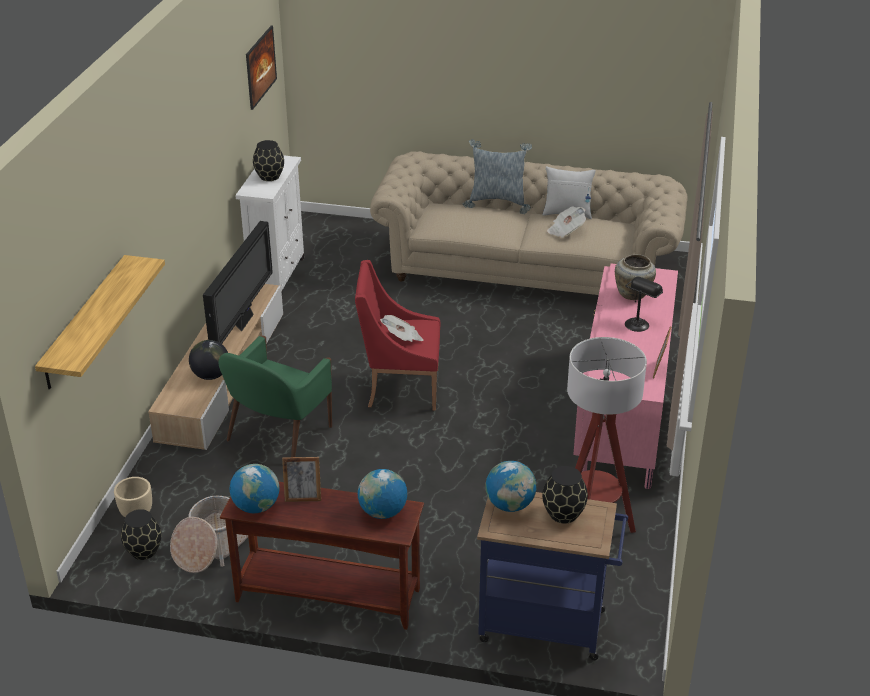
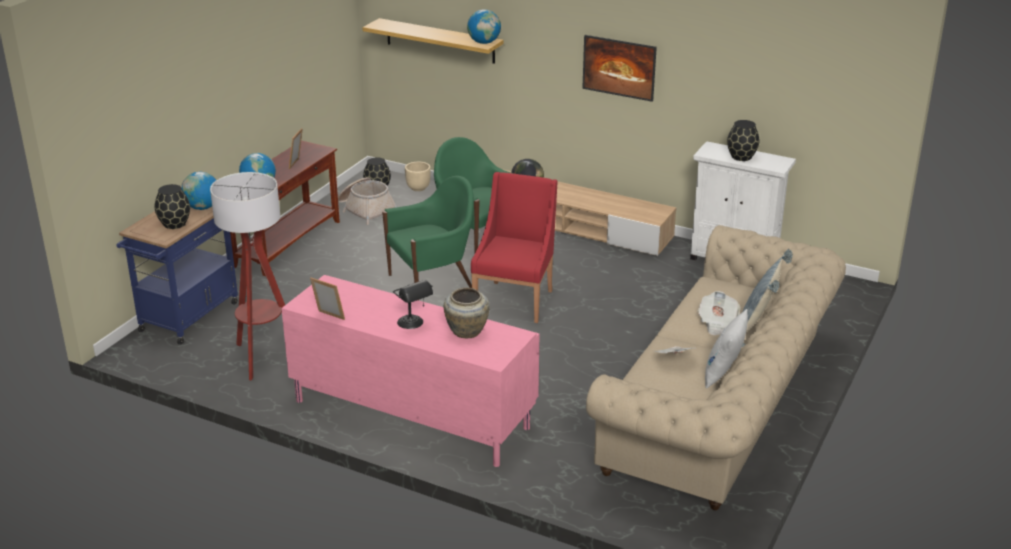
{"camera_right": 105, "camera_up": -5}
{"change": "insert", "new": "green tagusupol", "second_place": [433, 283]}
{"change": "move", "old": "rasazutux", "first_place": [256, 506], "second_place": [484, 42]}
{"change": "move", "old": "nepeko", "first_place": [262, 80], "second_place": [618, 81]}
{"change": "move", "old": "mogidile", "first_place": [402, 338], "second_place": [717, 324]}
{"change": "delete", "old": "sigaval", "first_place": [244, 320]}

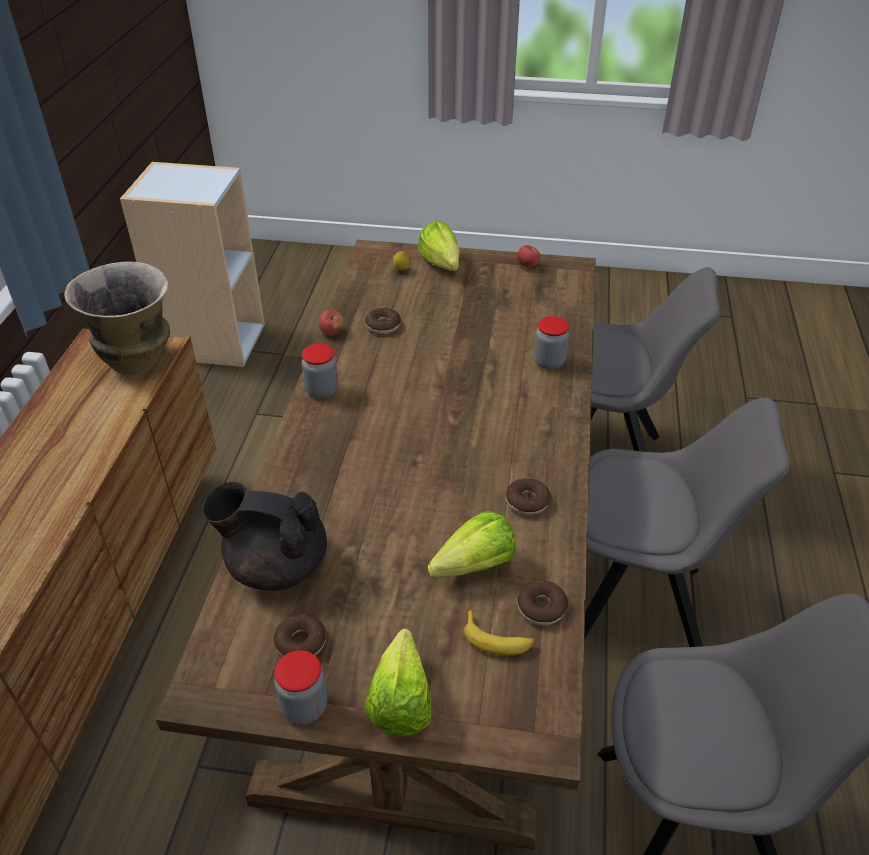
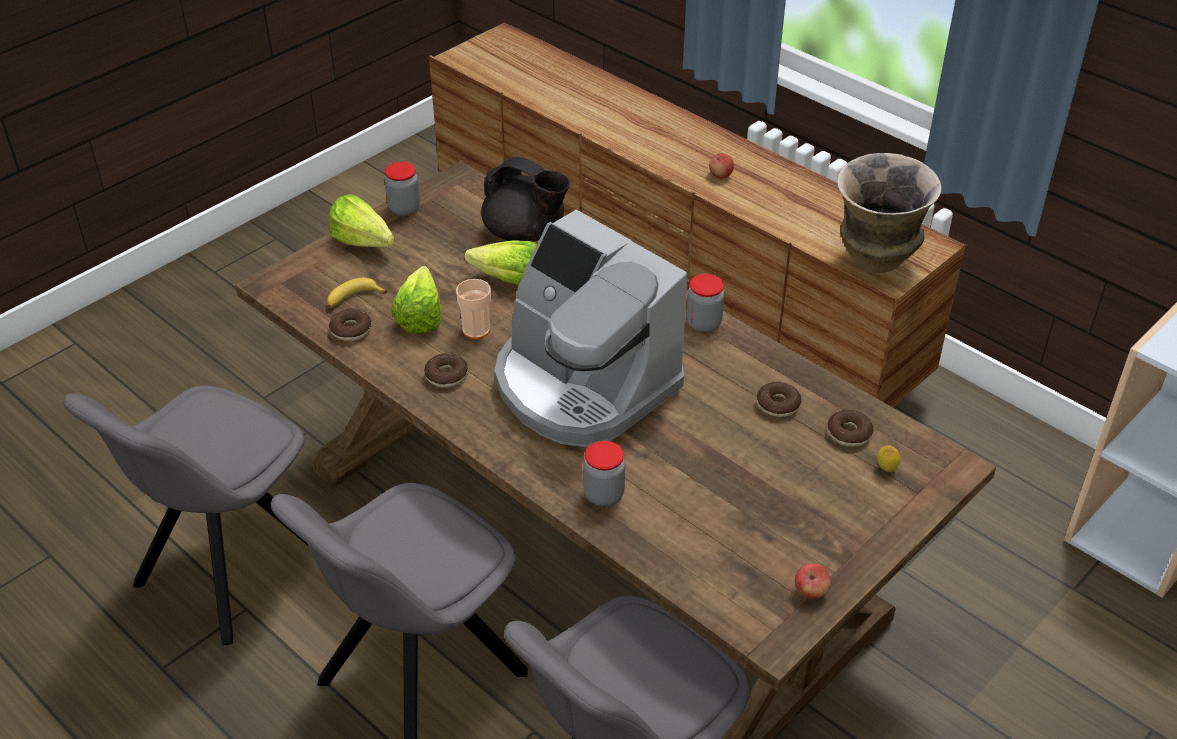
{"camera_right": 125, "camera_up": 0}
{"change": "insert", "new": "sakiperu", "second_place": [476, 330]}
{"change": "move", "old": "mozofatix", "first_place": [442, 267], "second_place": [504, 278]}
{"change": "rotate", "old": "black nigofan", "first_place": [276, 564], "second_place": [525, 233], "degrees": 75}
{"change": "insert", "new": "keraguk", "second_place": [582, 385]}
{"change": "move", "old": "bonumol", "first_place": [332, 332], "second_place": [720, 175]}
{"change": "move", "old": "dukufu", "first_place": [301, 642], "second_place": [849, 433]}

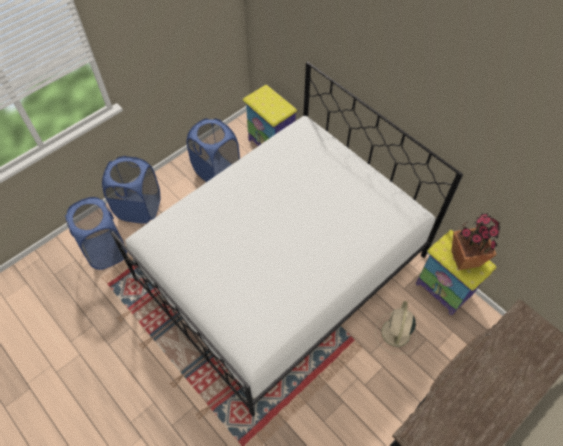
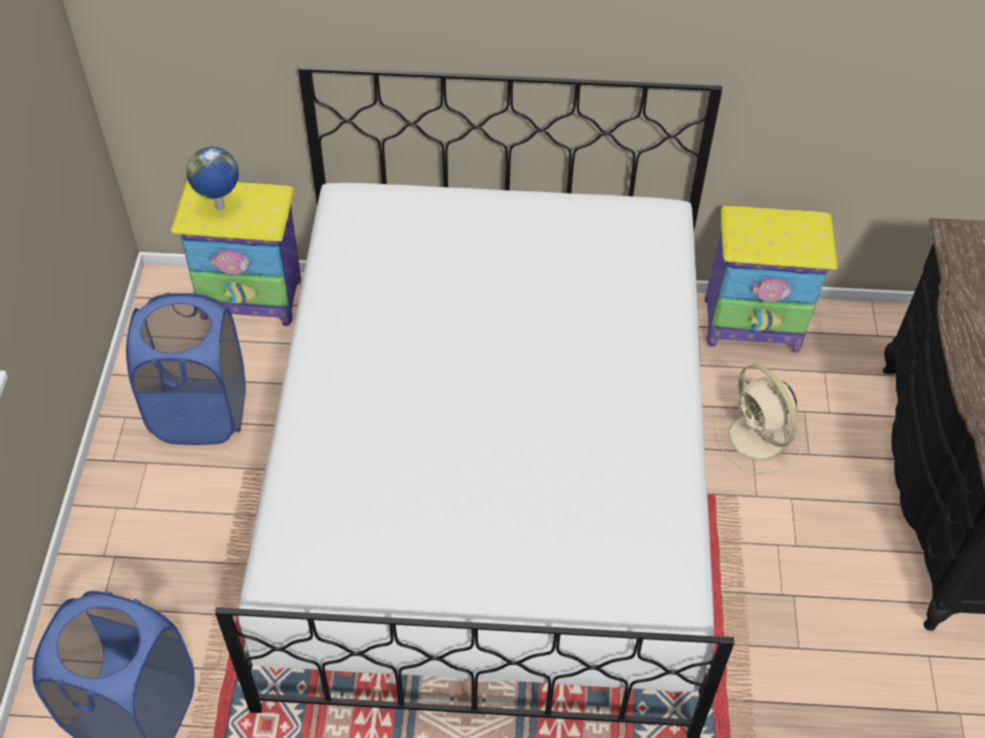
{"camera_right": -45, "camera_up": -5}
{"change": "insert", "new": "rasazutux", "second_place": [221, 208]}
{"change": "delete", "old": "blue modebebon", "first_place": [139, 208]}
{"change": "delete", "old": "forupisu", "first_place": [465, 258]}

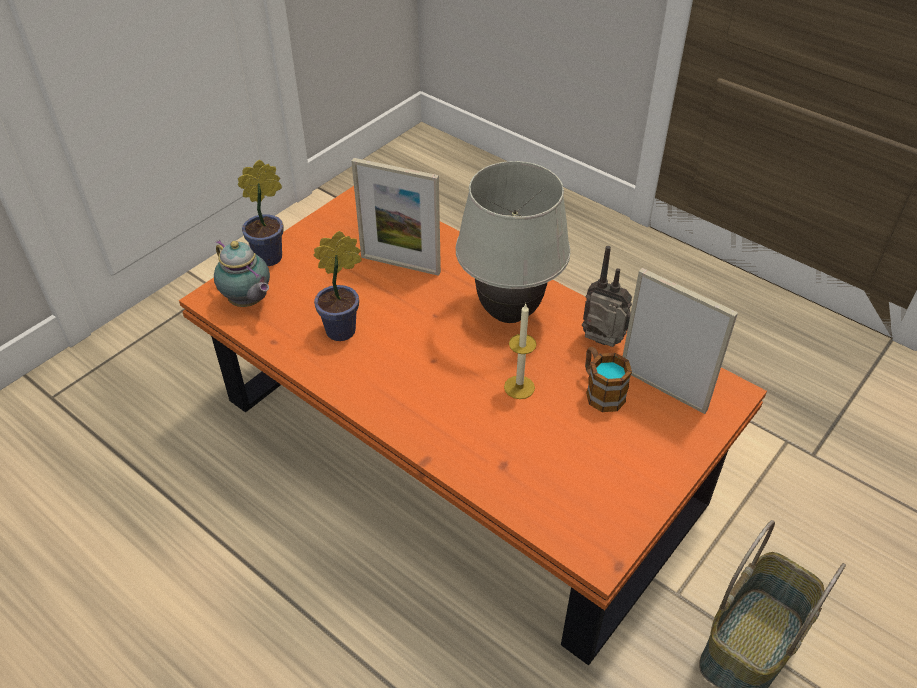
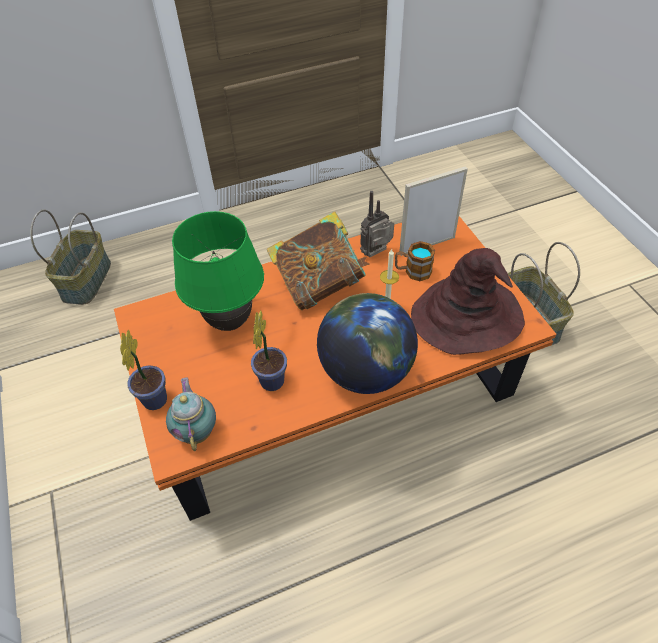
{"camera_right": -60, "camera_up": 5}
{"change": "insert", "new": "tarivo", "second_place": [86, 280]}
{"change": "rotate", "old": "nigofan", "first_place": [248, 302], "second_place": [197, 430], "degrees": -90}
{"change": "replace", "old": "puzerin", "new": "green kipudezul", "first_place": [400, 264], "second_place": [229, 321]}
{"change": "replace", "old": "white kipudezul", "new": "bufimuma", "first_place": [508, 313], "second_place": [319, 284]}
{"change": "insert", "new": "rasazutux", "second_place": [365, 371]}
{"change": "insert", "new": "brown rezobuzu", "second_place": [467, 317]}

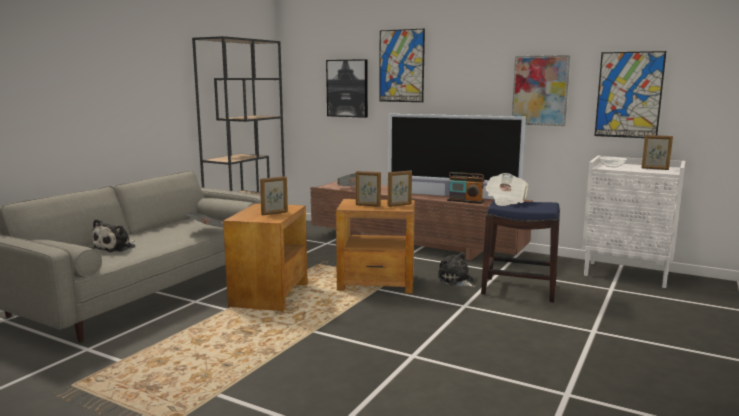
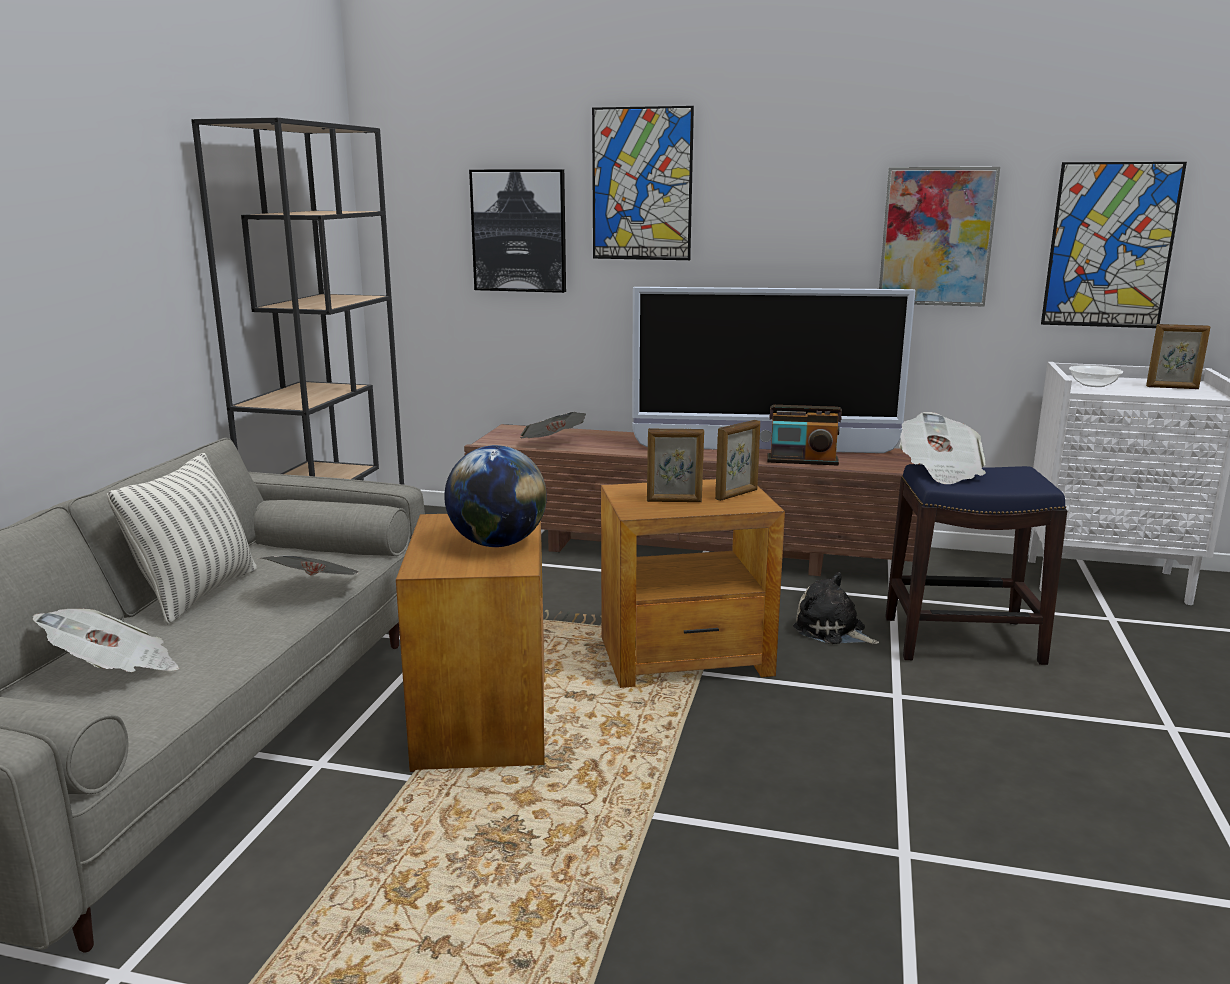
{"camera_right": -15, "camera_up": 5}
{"change": "replace", "old": "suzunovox", "new": "mogidile", "first_place": [116, 247], "second_place": [116, 671]}
{"change": "insert", "new": "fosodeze", "second_place": [198, 594]}
{"change": "replace", "old": "puzerin", "new": "rasazutux", "first_place": [274, 213], "second_place": [497, 544]}

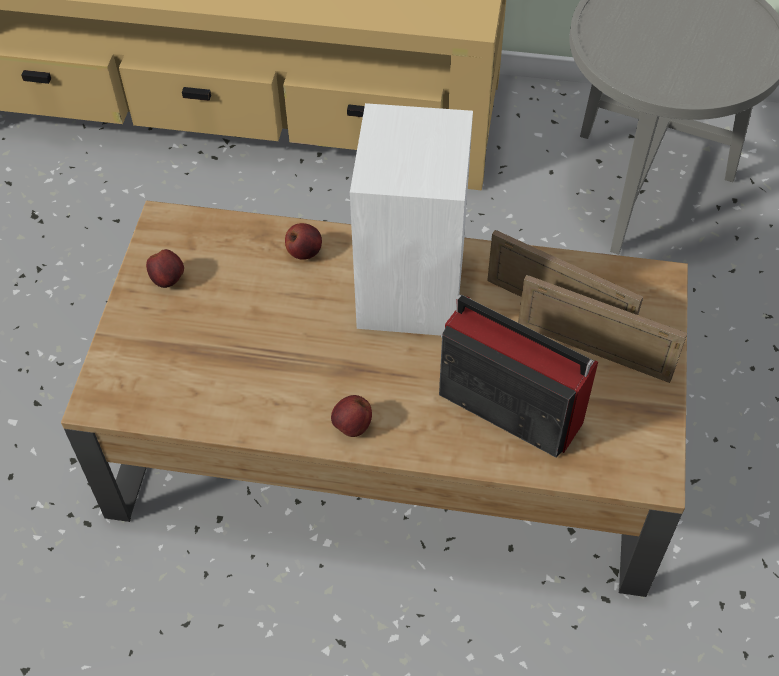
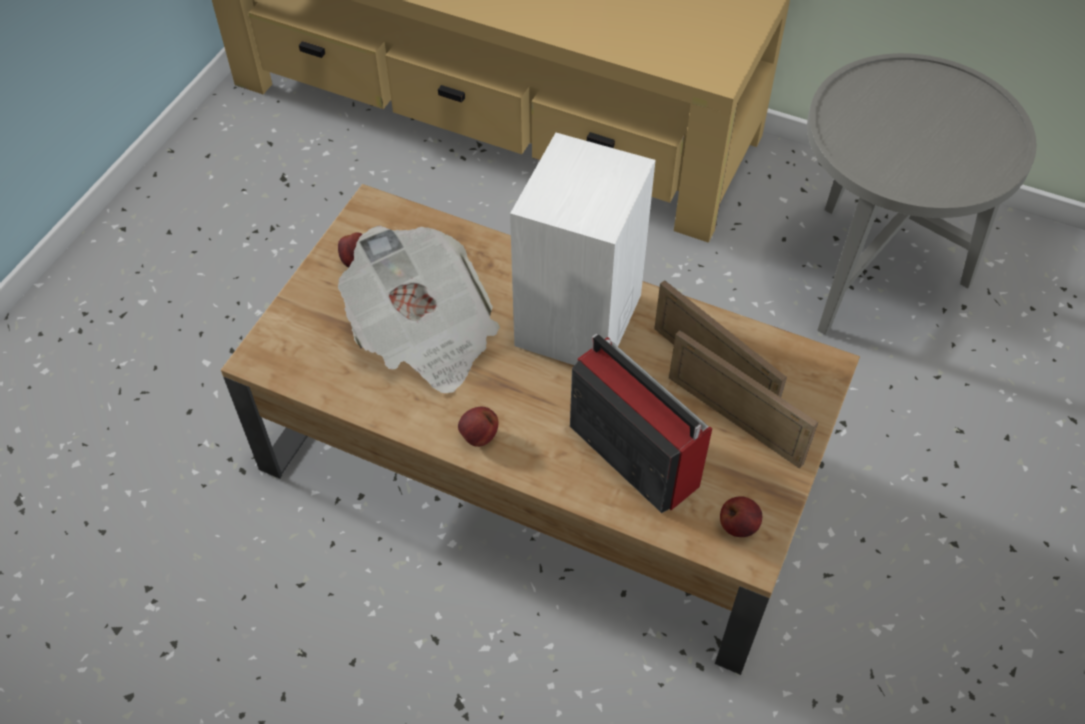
{"camera_right": 15, "camera_up": 0}
{"change": "insert", "new": "mogidile", "second_place": [424, 333]}
{"change": "move", "old": "bonumol", "first_place": [304, 252], "second_place": [738, 526]}

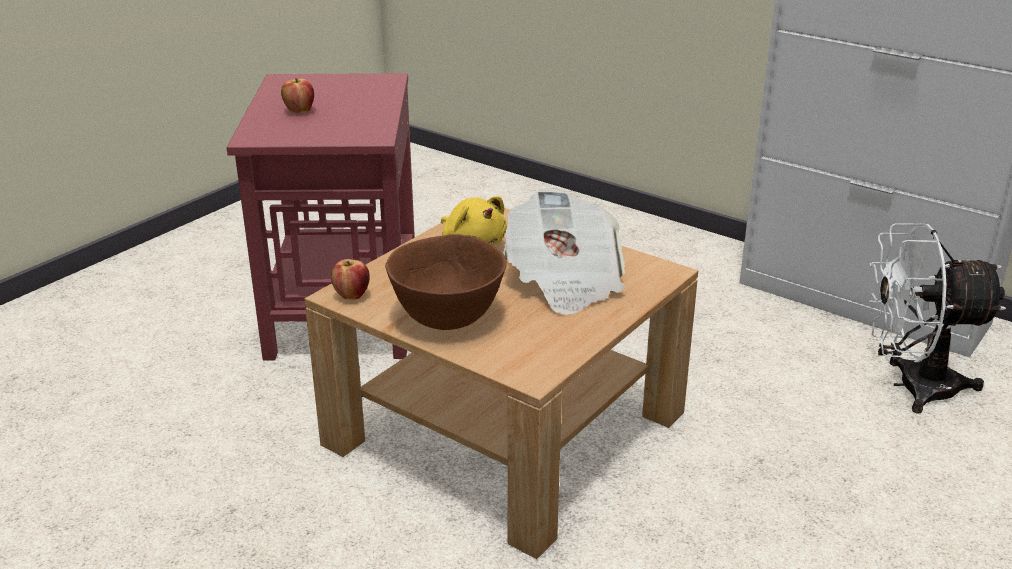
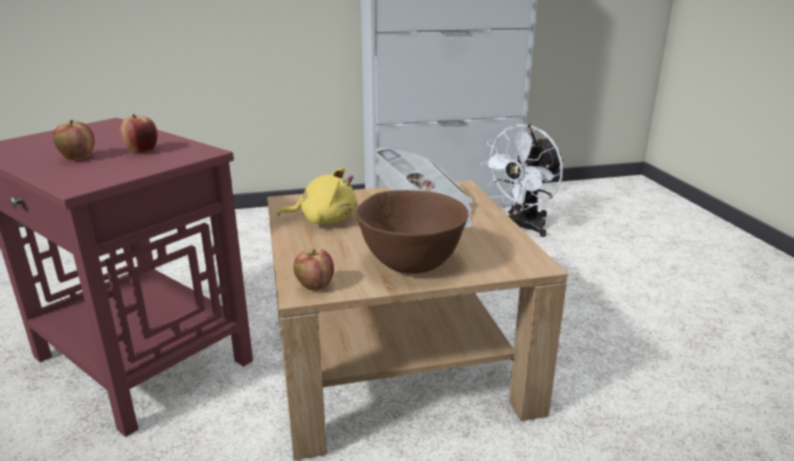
{"camera_right": -50, "camera_up": -5}
{"change": "insert", "new": "bonumol", "second_place": [142, 151]}

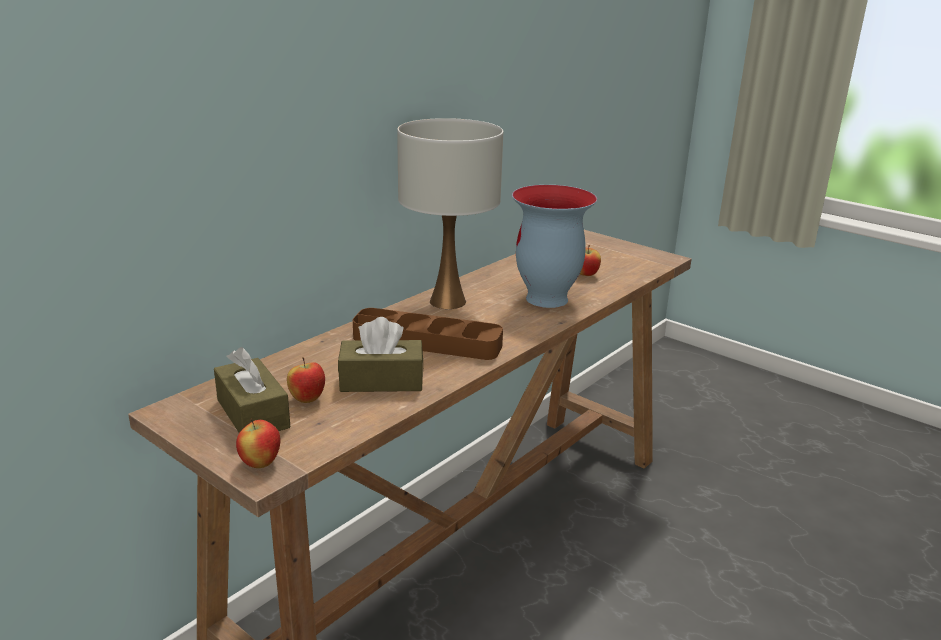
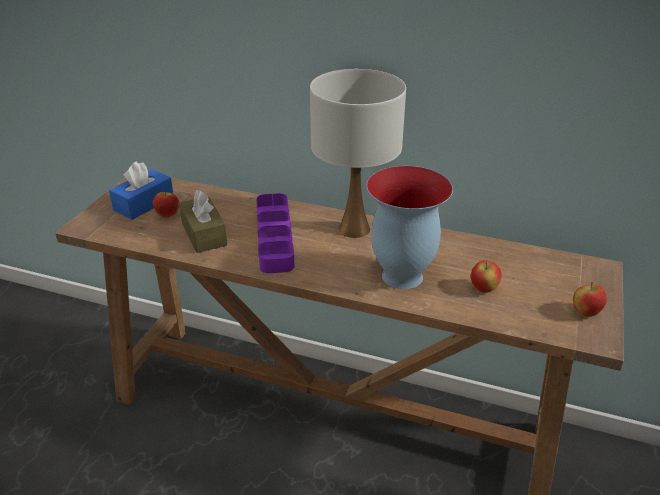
{"camera_right": 70, "camera_up": 10}
{"change": "recolor", "old": "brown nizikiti", "new": "blue nizikiti", "first_place": [253, 413], "second_place": [144, 204]}
{"change": "recolor", "old": "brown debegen", "new": "purple debegen", "first_place": [427, 341], "second_place": [274, 237]}
{"change": "move", "old": "bonumol", "first_place": [260, 463], "second_place": [585, 313]}

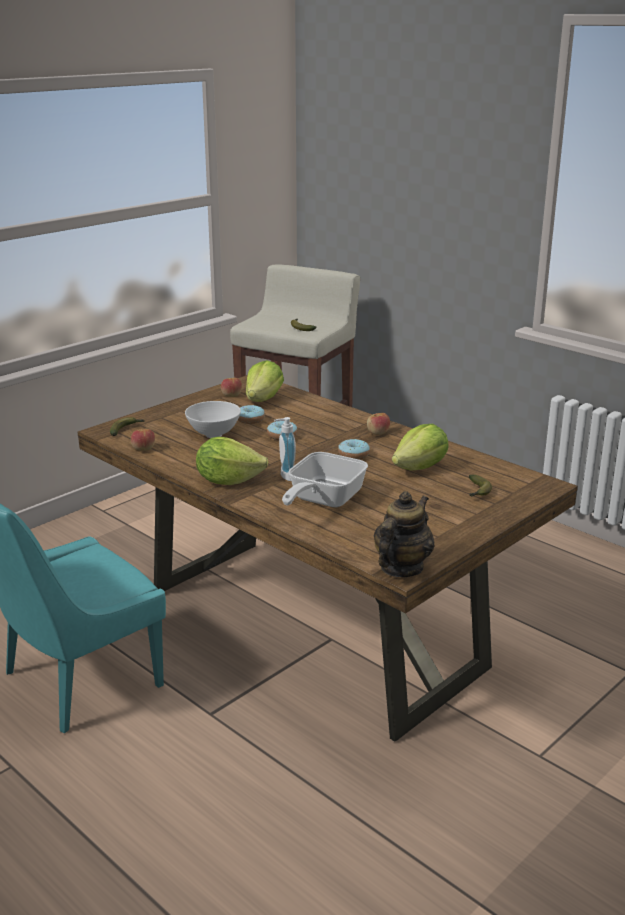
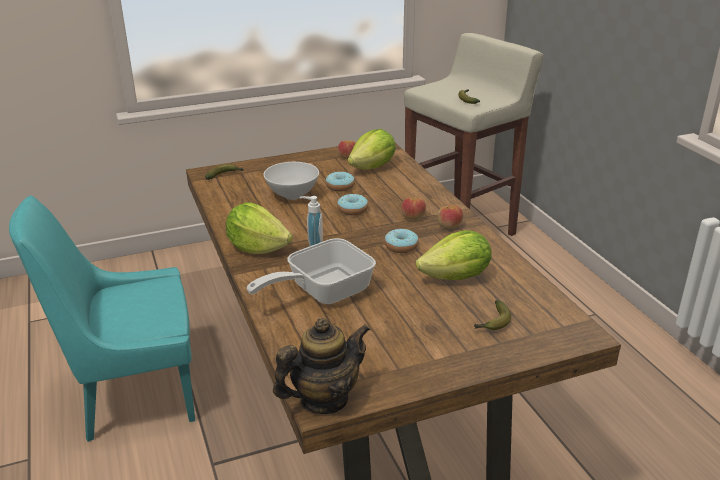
{"camera_right": 25, "camera_up": 5}
{"change": "move", "old": "bonumol", "first_place": [143, 448], "second_place": [413, 217]}

